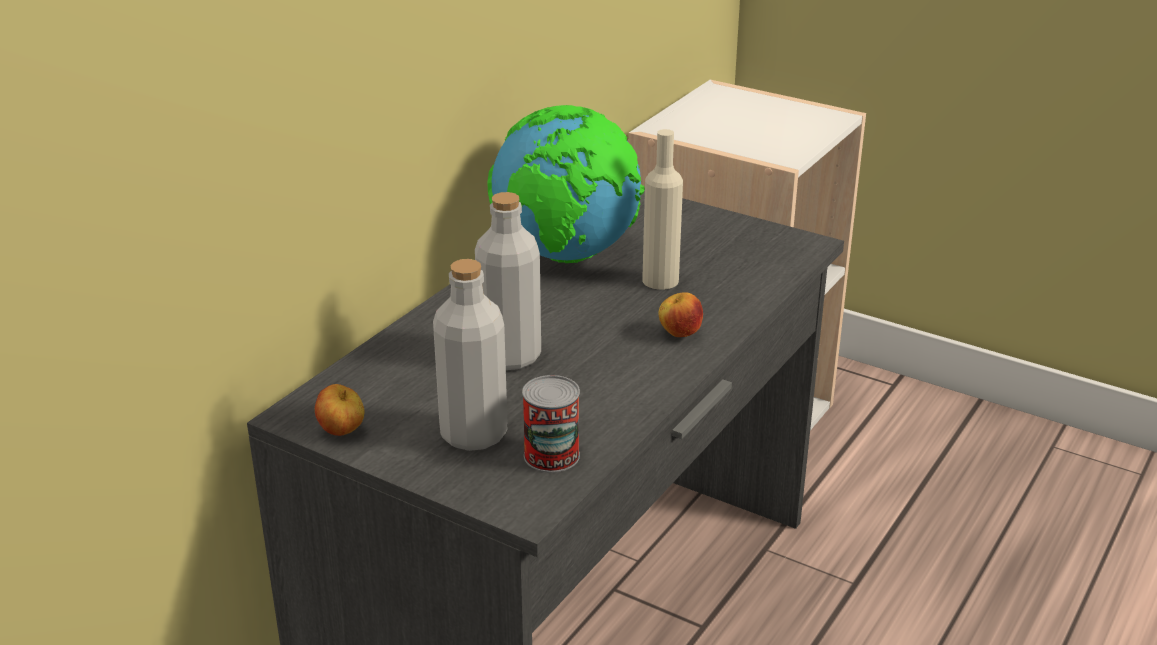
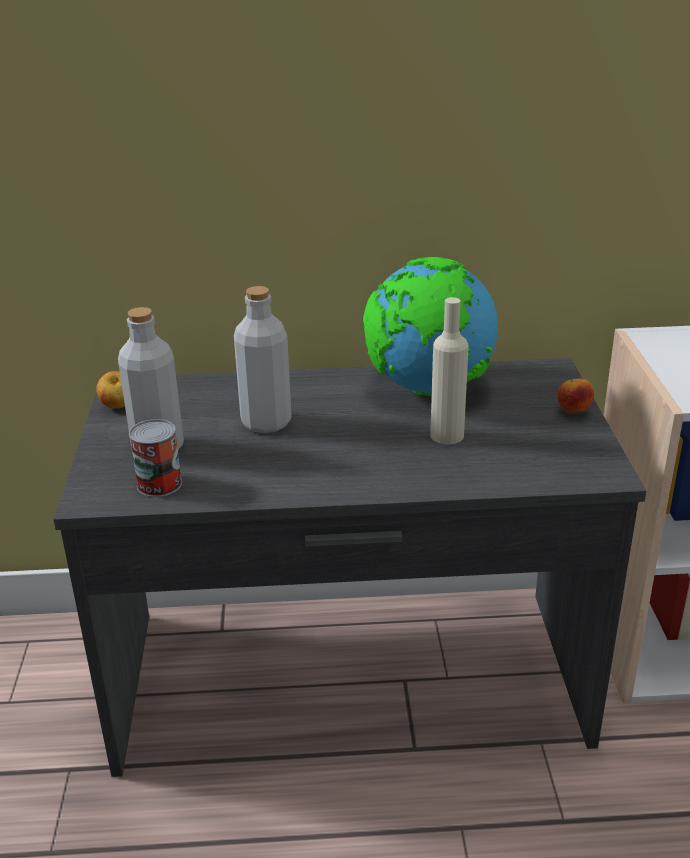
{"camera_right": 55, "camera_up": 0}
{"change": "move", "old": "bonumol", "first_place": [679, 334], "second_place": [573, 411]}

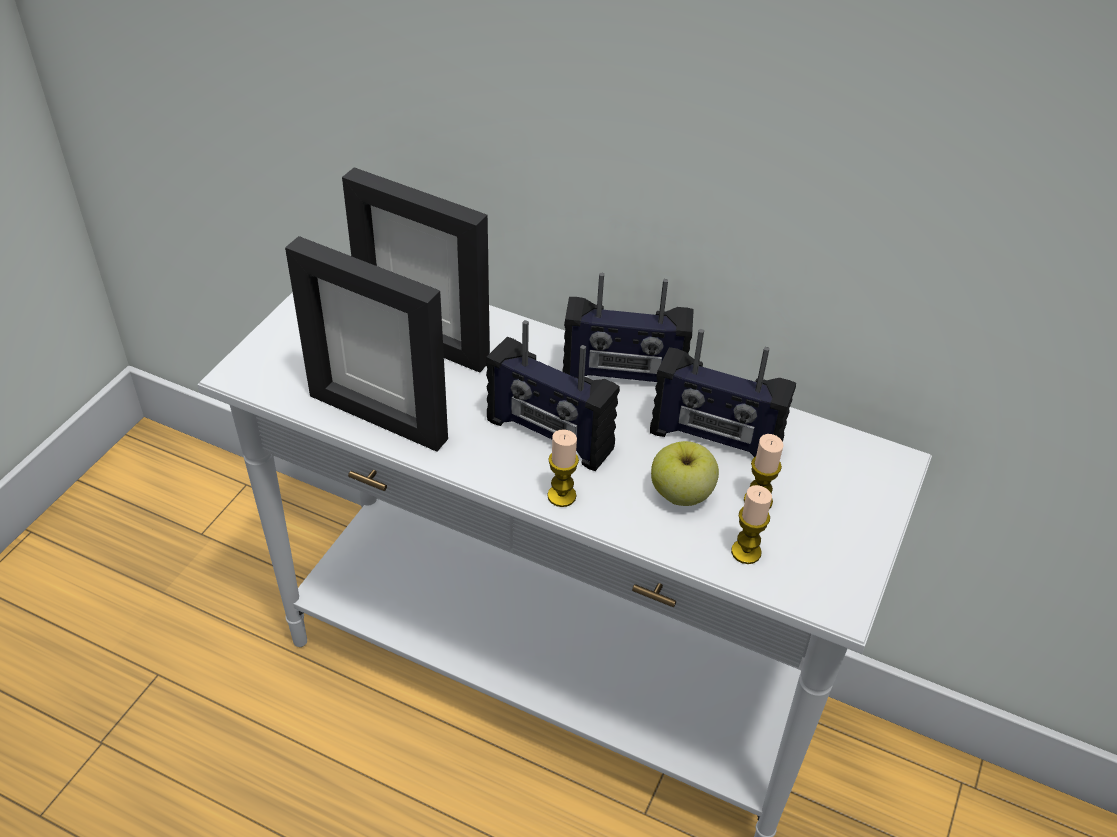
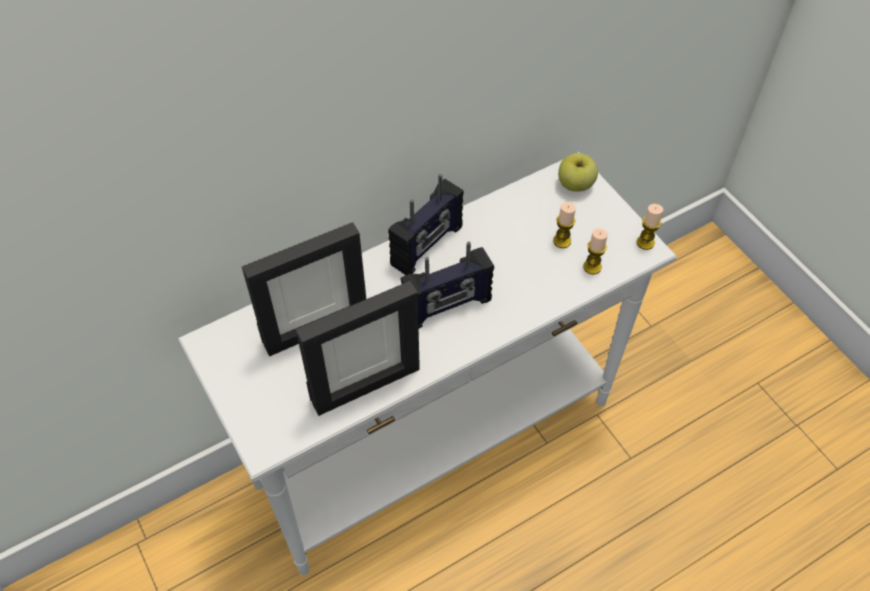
{"camera_right": -55, "camera_up": 10}
{"change": "move", "old": "bonumol", "first_place": [681, 494], "second_place": [575, 185]}
{"change": "move", "old": "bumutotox", "first_place": [561, 496], "second_place": [645, 242]}
{"change": "delete", "old": "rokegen", "first_place": [714, 441]}

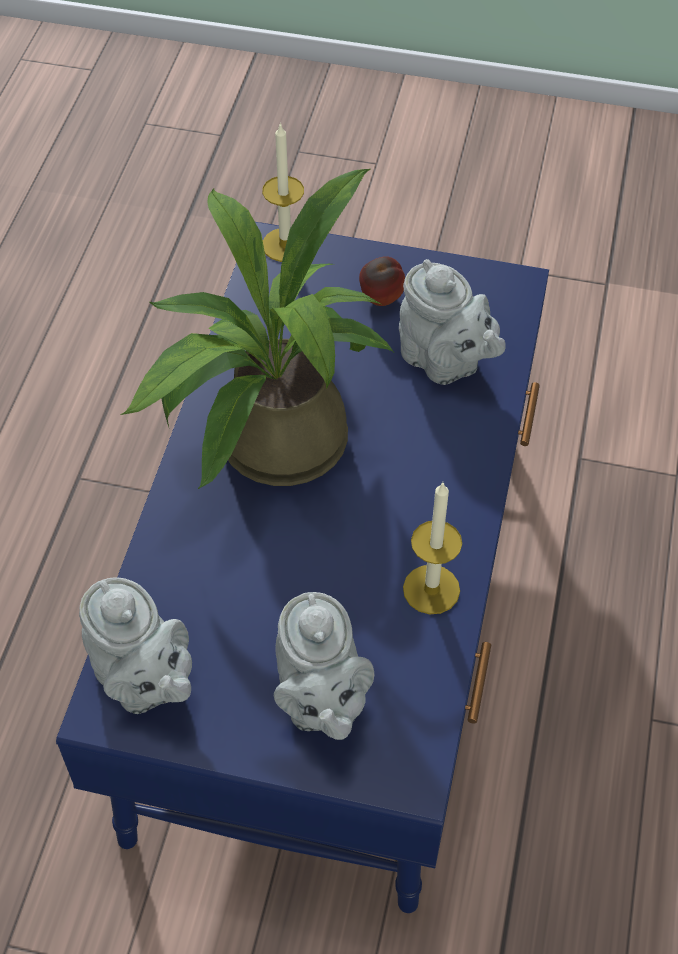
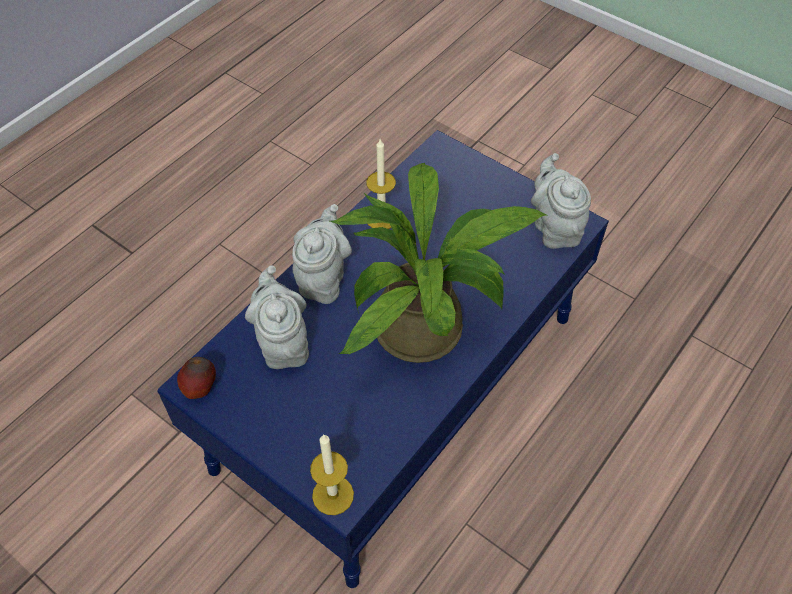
{"camera_right": -155, "camera_up": 0}
{"change": "move", "old": "bonumol", "first_place": [380, 301], "second_place": [201, 389]}
{"change": "move", "old": "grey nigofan", "first_place": [320, 703], "second_place": [323, 279]}

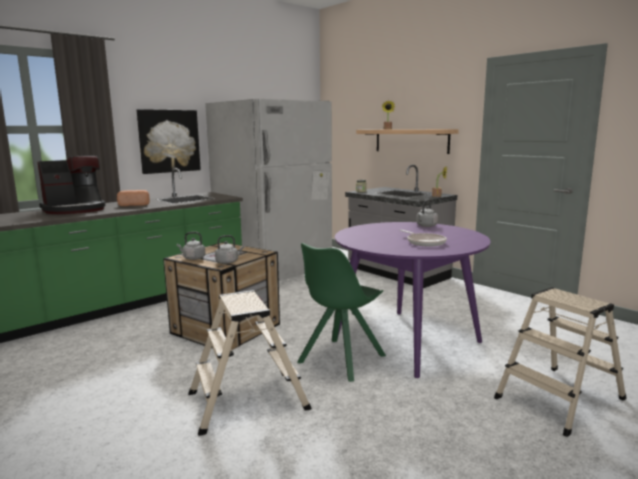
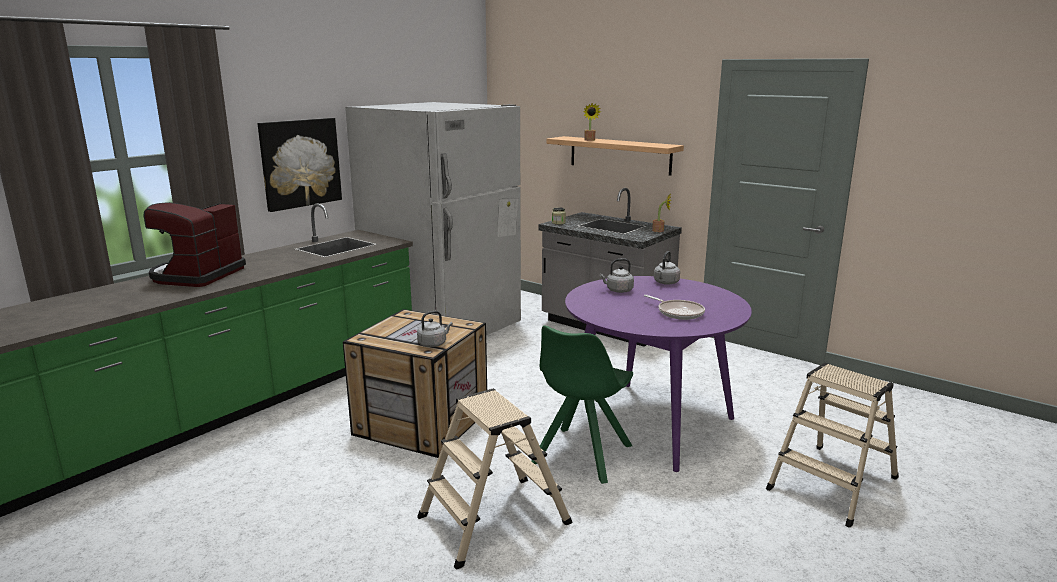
{"camera_right": -10, "camera_up": 5}
{"change": "rotate", "old": "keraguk", "first_place": [75, 209], "second_place": [197, 275], "degrees": 150}
{"change": "move", "old": "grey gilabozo", "first_place": [193, 258], "second_place": [618, 290]}
{"change": "delete", "old": "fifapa", "first_place": [134, 205]}

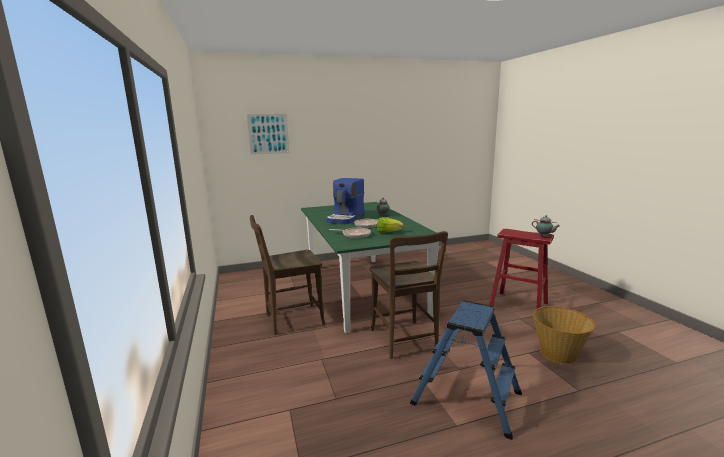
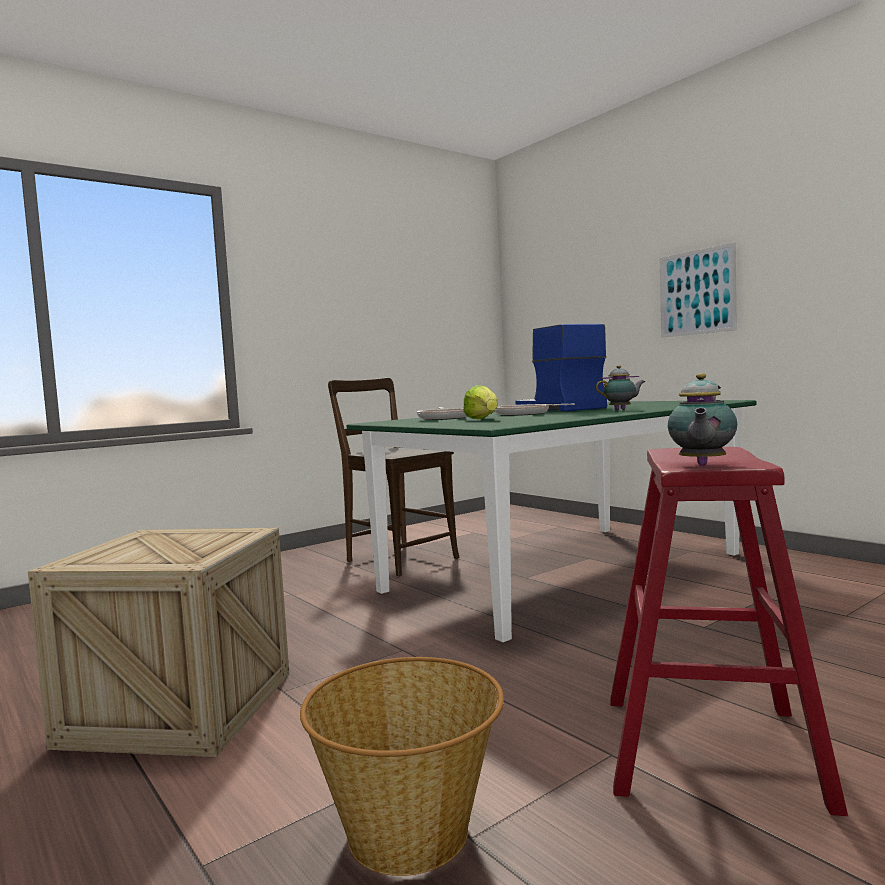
{"camera_right": 70, "camera_up": -10}
{"change": "replace", "old": "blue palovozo", "new": "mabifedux", "first_place": [466, 398], "second_place": [180, 708]}
{"change": "rotate", "old": "keraguk", "first_place": [346, 218], "second_place": [557, 409], "degrees": 60}
{"change": "move", "old": "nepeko", "first_place": [268, 134], "second_place": [696, 292]}
{"change": "delete", "old": "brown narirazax", "first_place": [404, 341]}

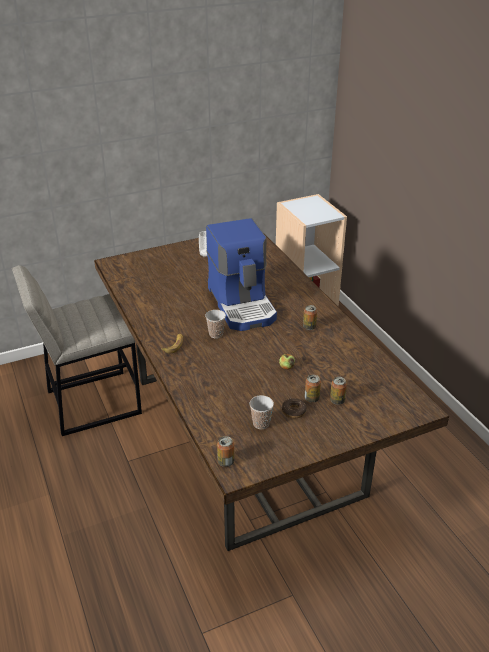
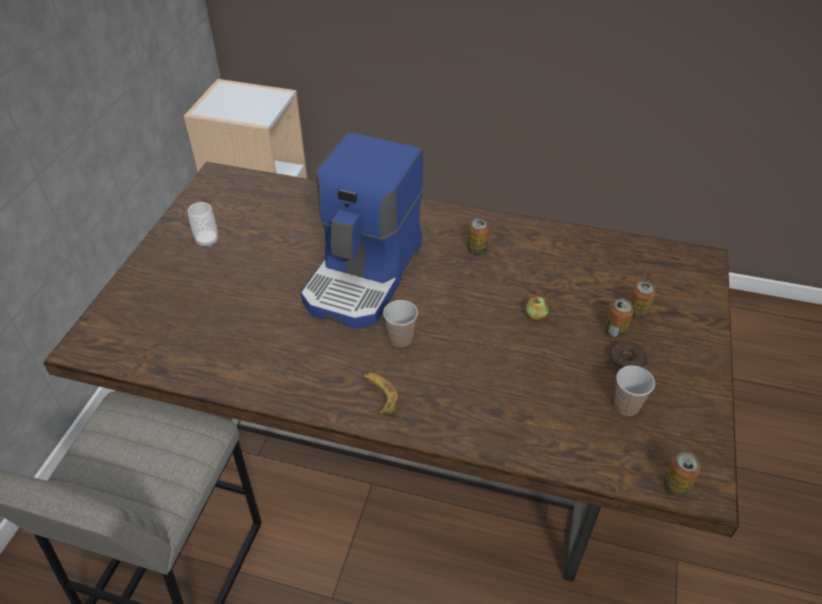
{"camera_right": -50, "camera_up": 10}
{"change": "rotate", "old": "keraguk", "first_place": [243, 304], "second_place": [365, 275], "degrees": 90}

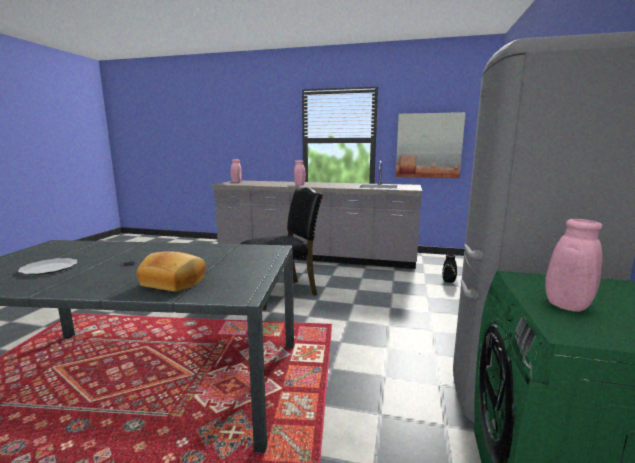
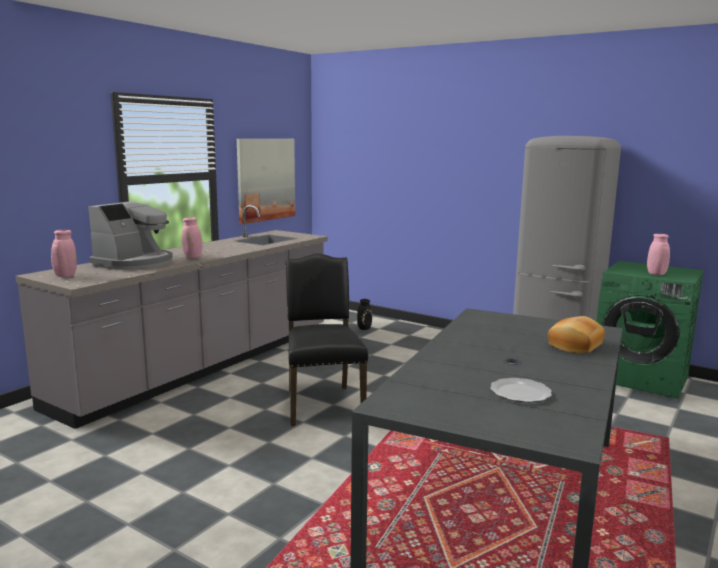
{"camera_right": -70, "camera_up": 0}
{"change": "insert", "new": "keraguk", "second_place": [134, 263]}

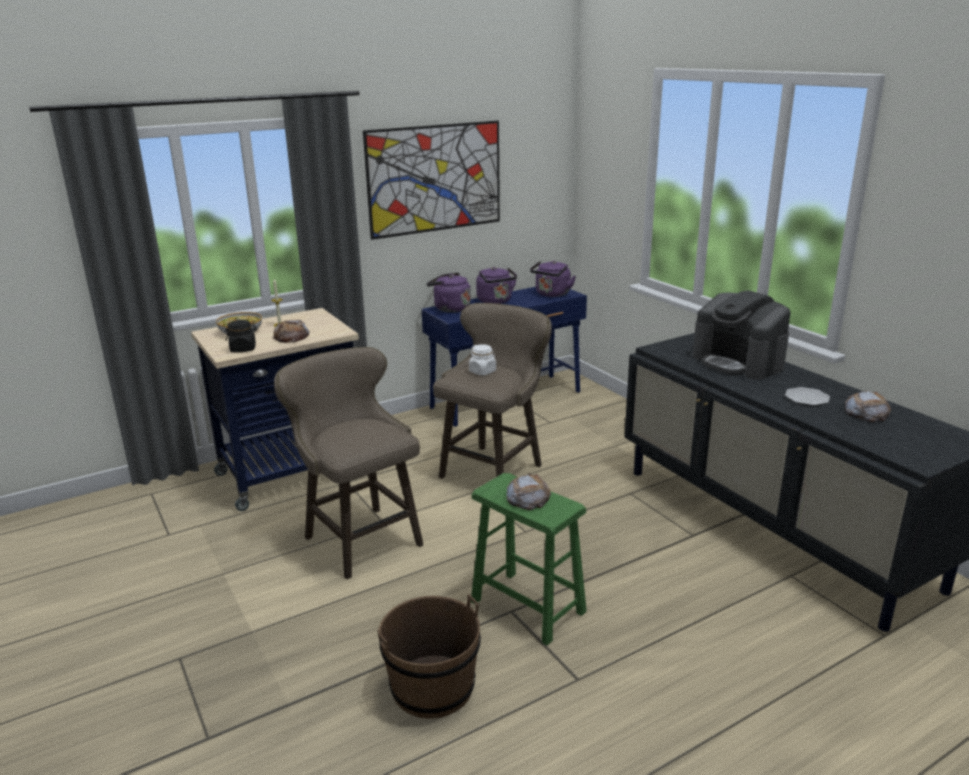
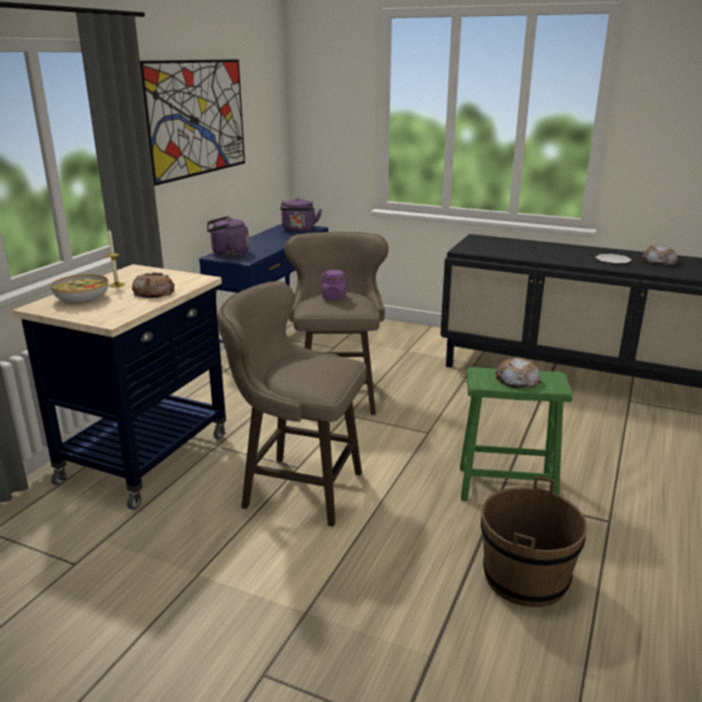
{"camera_right": -35, "camera_up": 0}
{"change": "recolor", "old": "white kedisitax", "new": "purple kedisitax", "first_place": [482, 372], "second_place": [334, 297]}
{"change": "delete", "old": "black kedisitax", "first_place": [243, 349]}
{"change": "delete", "old": "purple gilabozo", "first_place": [496, 301]}
{"change": "delete", "old": "keraguk", "first_place": [738, 362]}

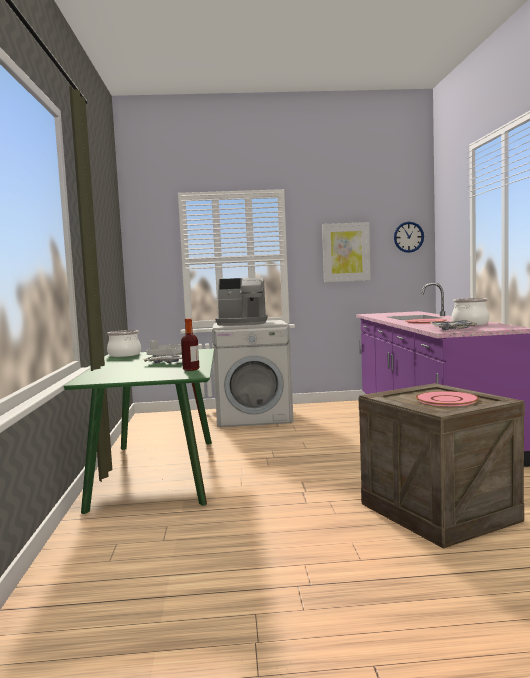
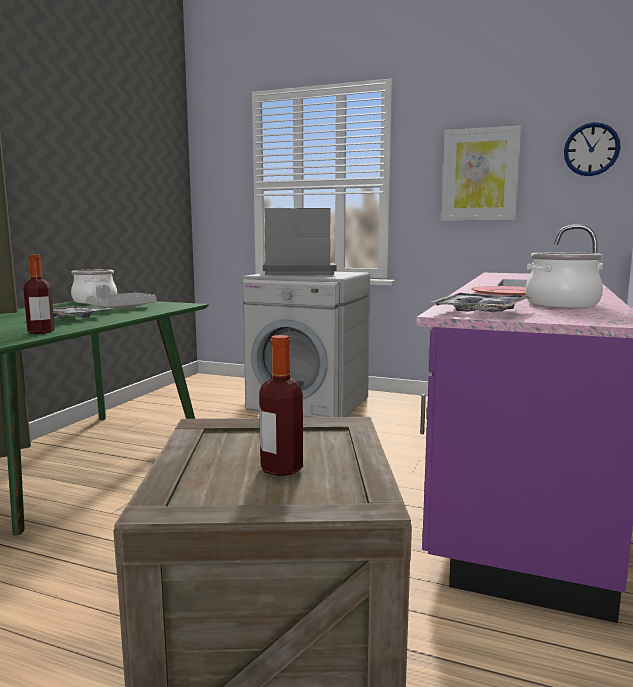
{"camera_right": 25, "camera_up": 5}
{"change": "replace", "old": "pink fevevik", "new": "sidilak", "first_place": [447, 400], "second_place": [281, 469]}
{"change": "rotate", "old": "keraguk", "first_place": [242, 323], "second_place": [298, 273], "degrees": 150}

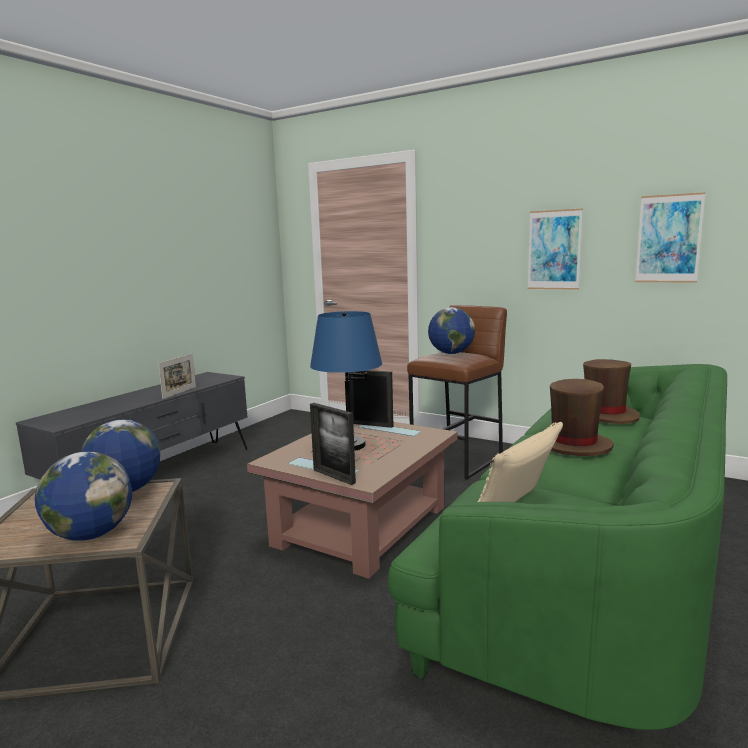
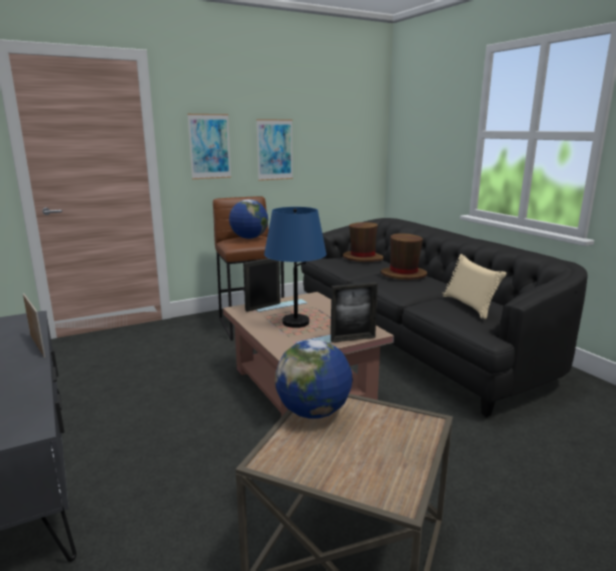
{"camera_right": -60, "camera_up": 5}
{"change": "move", "old": "nepeko", "first_place": [669, 239], "second_place": [209, 146]}
{"change": "recolor", "old": "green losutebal", "new": "black losutebal", "first_place": [593, 560], "second_place": [417, 338]}
{"change": "delete", "old": "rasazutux", "first_place": [91, 535]}

